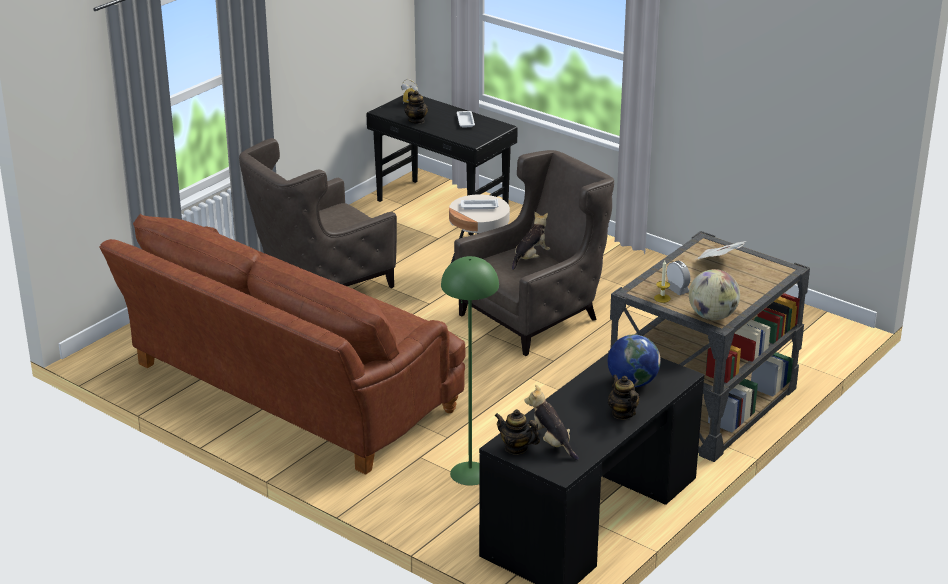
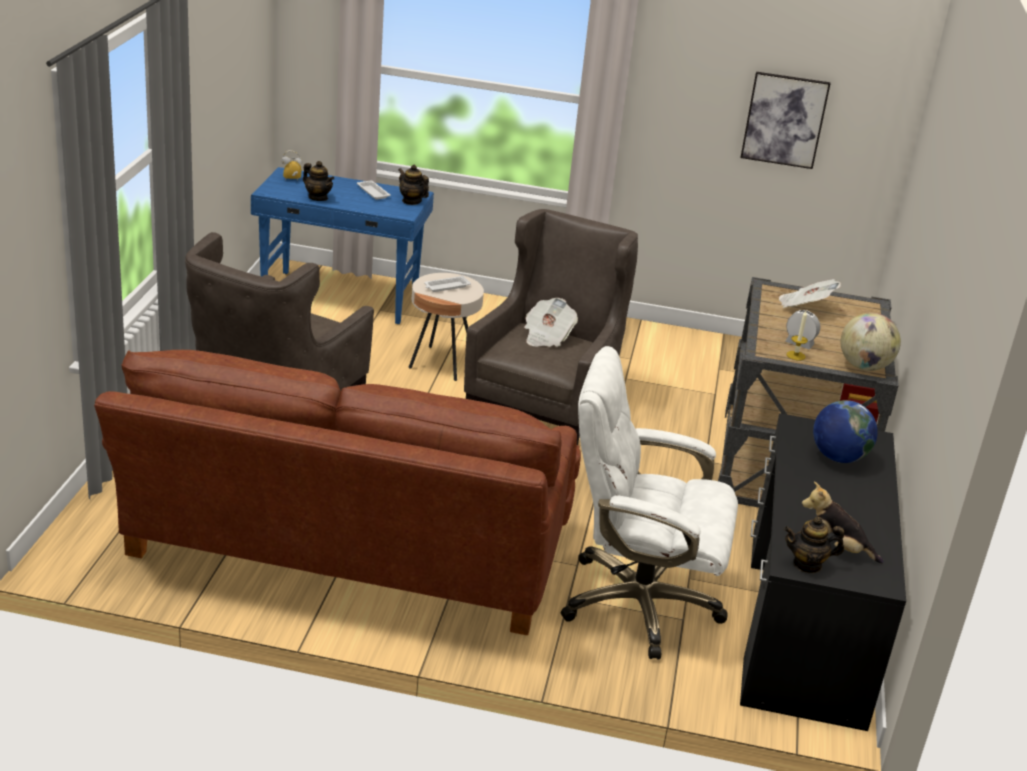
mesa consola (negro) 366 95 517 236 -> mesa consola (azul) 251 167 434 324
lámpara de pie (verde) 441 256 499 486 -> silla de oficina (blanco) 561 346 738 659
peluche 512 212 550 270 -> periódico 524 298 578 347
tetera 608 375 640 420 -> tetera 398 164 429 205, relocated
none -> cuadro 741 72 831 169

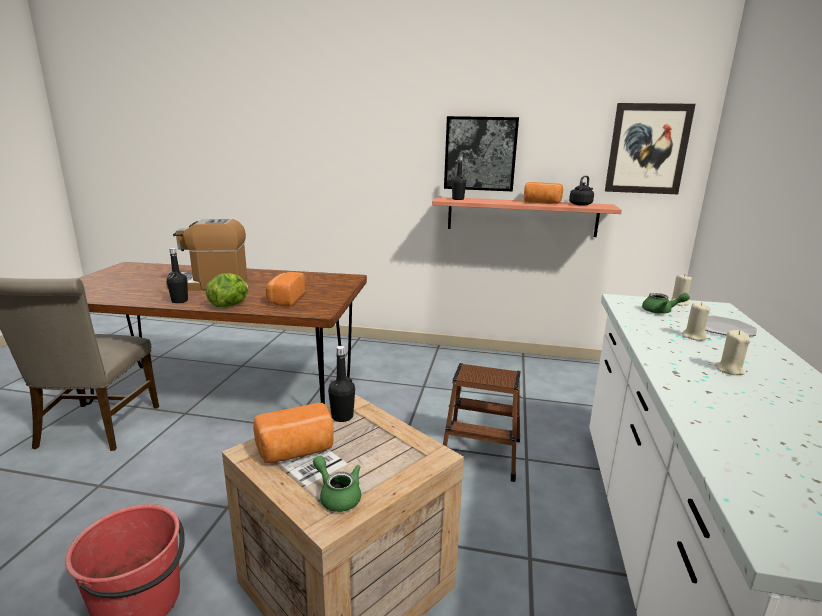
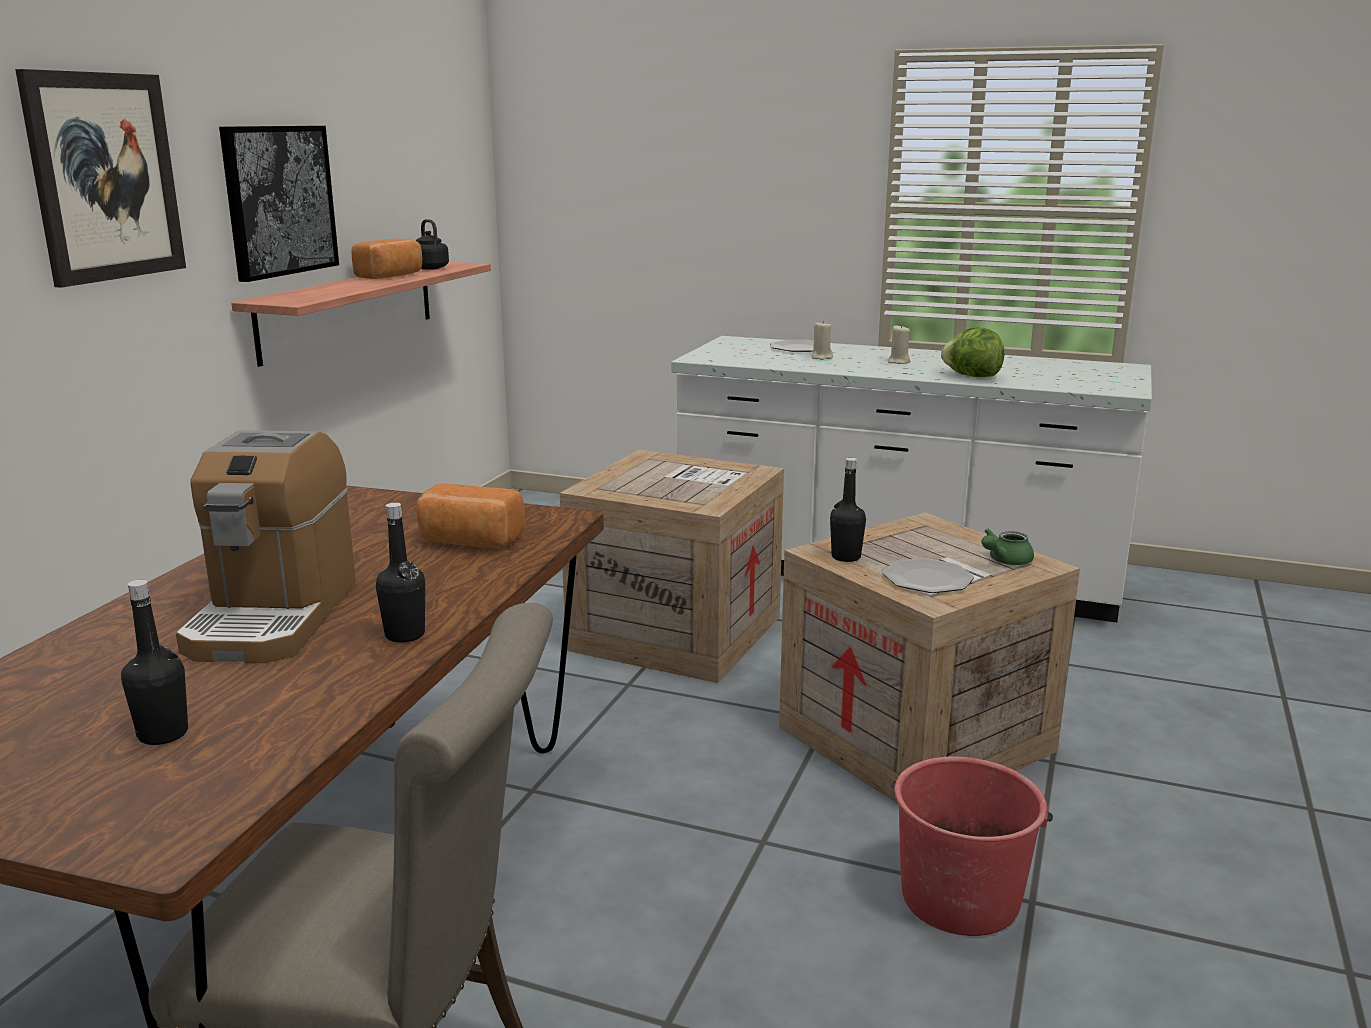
lechuga 206 273 248 307 -> lechuga 941 327 1005 377, relocated
pan 253 403 334 463 -> plato 883 558 974 593
escalera de tijera (marrón) 443 363 521 482 -> caja de embalaje 560 450 784 683
botella (negro) 452 156 466 200 -> botella (negro) 121 579 188 745, relocated
cuadro 605 103 696 194 -> cuadro 15 69 186 288, relocated
tetera (verde) 642 293 690 314 -> none
vela (beis) 669 275 691 306 -> none

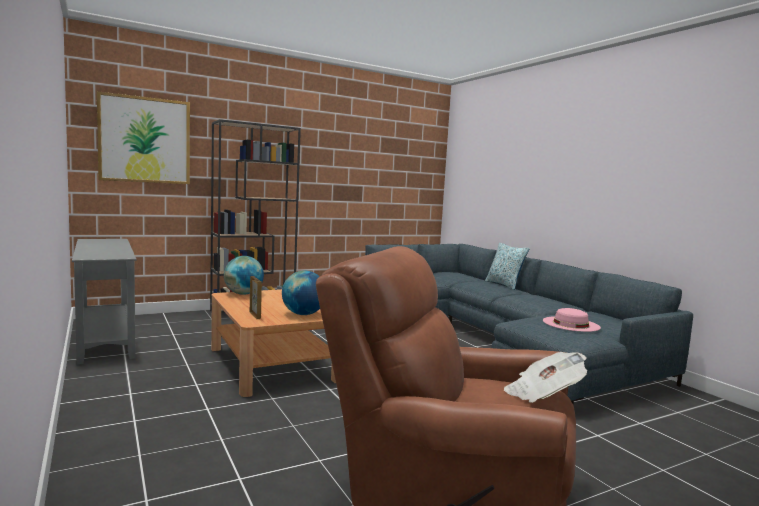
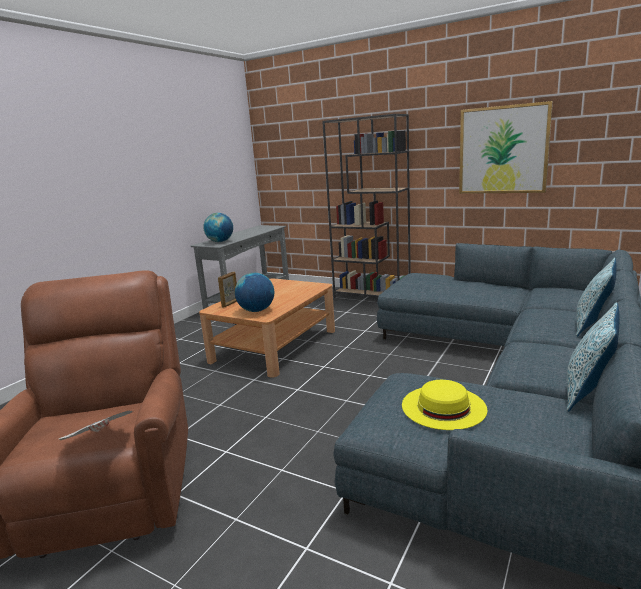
cuadro 97 91 190 184 -> cuadro 459 101 553 194, relocated
globo terráqueo 224 256 264 295 -> globo terráqueo 203 213 233 242, relocated
sombrero (rosa) 543 308 601 332 -> sombrero (amarillo) 402 380 487 430
none -> cojín 567 302 619 412

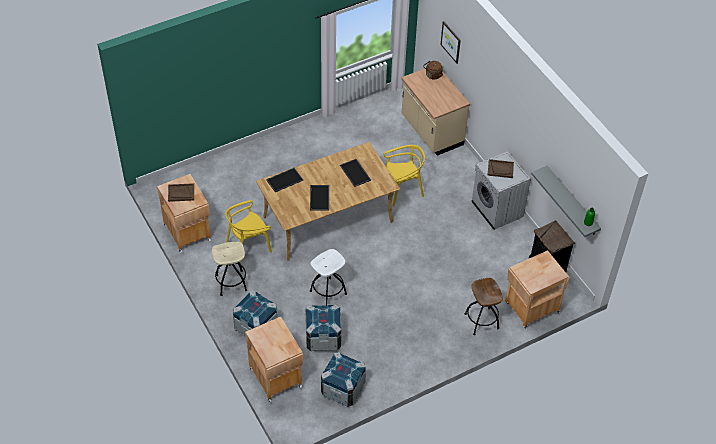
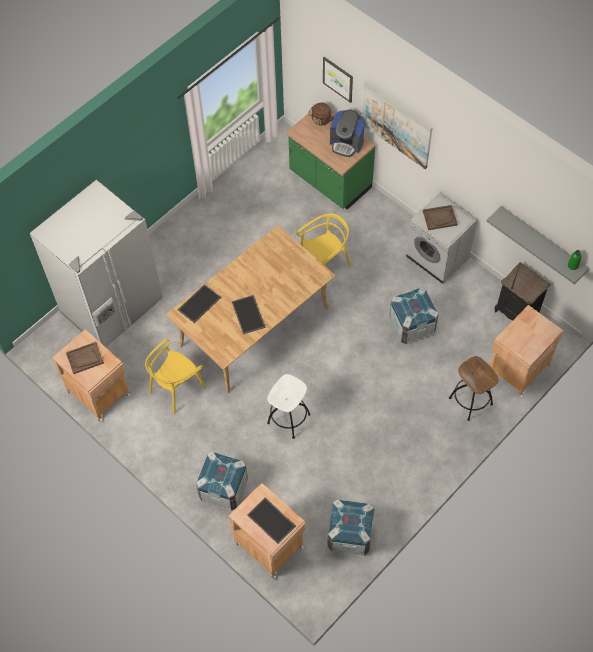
taburete (beis) 212 242 247 296 -> none
caja de embalaje 305 304 341 351 -> caja de embalaje 389 287 439 344, relocated
bandeja 340 159 371 187 -> bandeja 247 498 296 544, relocated
mueble bajo de cocina (beis) 401 69 470 156 -> mueble bajo de cocina (verde) 286 111 376 210
none -> nevera (blanco) 30 180 163 347
none -> cafetera 330 110 365 157
none -> cuadro 362 81 433 169

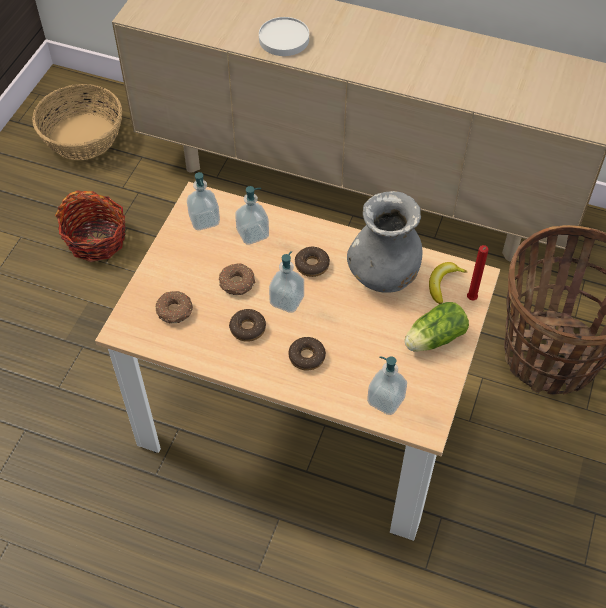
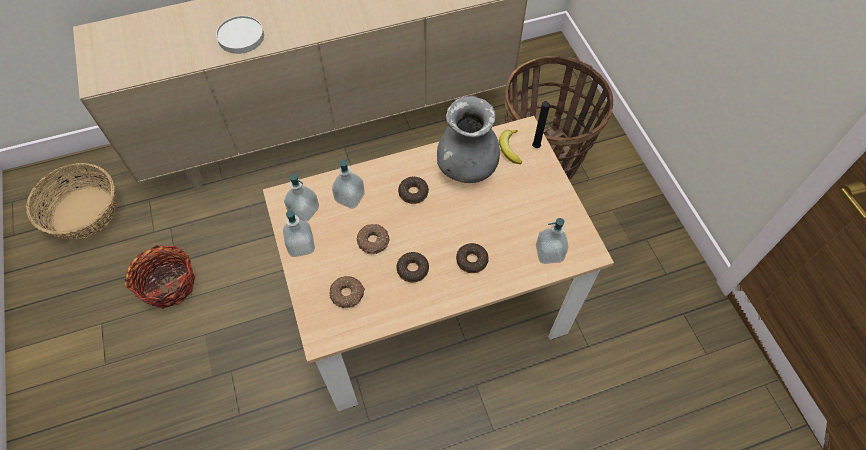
dispensador de jabón 269 251 304 313 -> dispensador de jabón 283 206 315 257, relocated
lechuga 405 302 469 352 -> none
vela (rojo) 467 245 489 300 -> vela (negro) 532 101 551 148

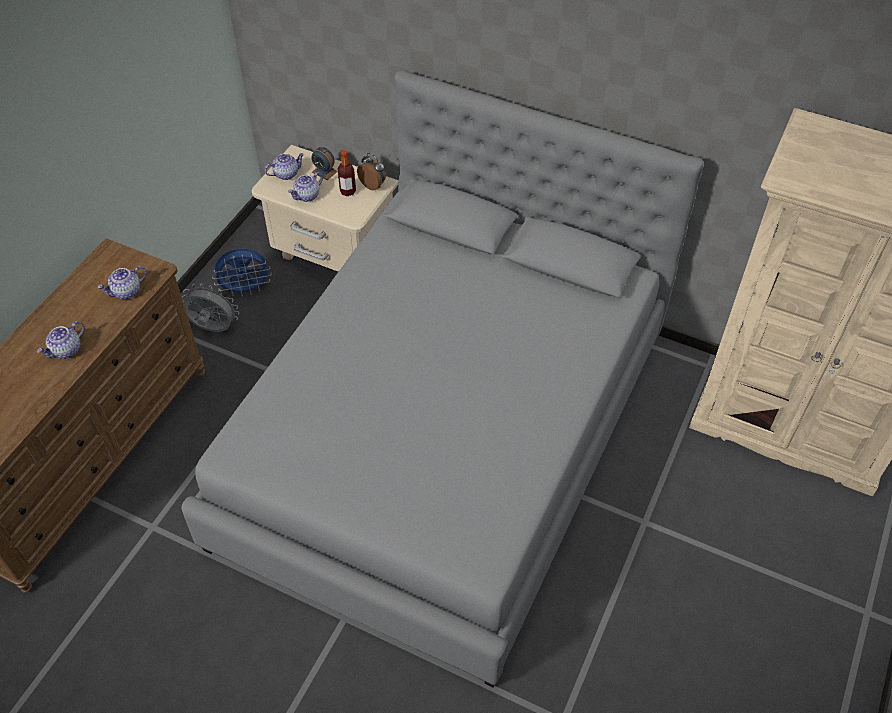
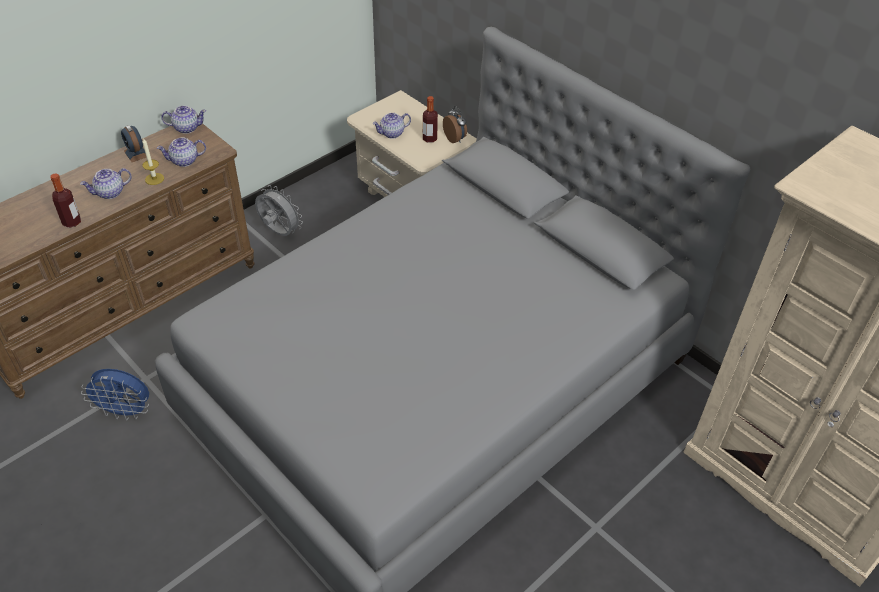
ventilador (azul) 212 249 272 297 -> ventilador (azul) 81 369 149 420, relocated
tetera 265 153 304 180 -> tetera 161 106 206 134, relocated
despertador 311 147 338 180 -> despertador 121 125 146 162, relocated
none -> botella 51 173 81 228
none -> vela 142 138 164 185

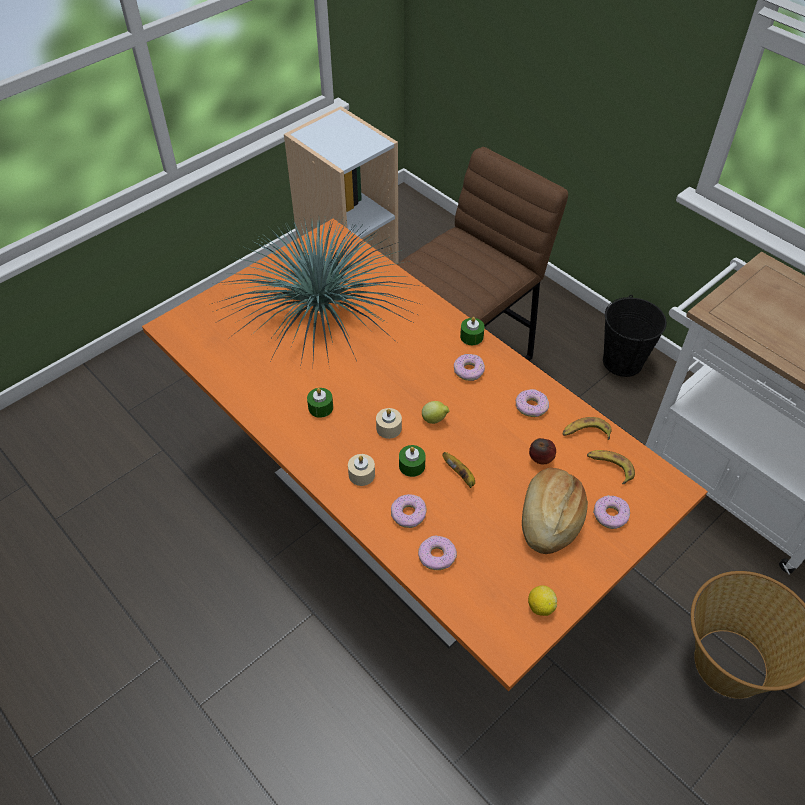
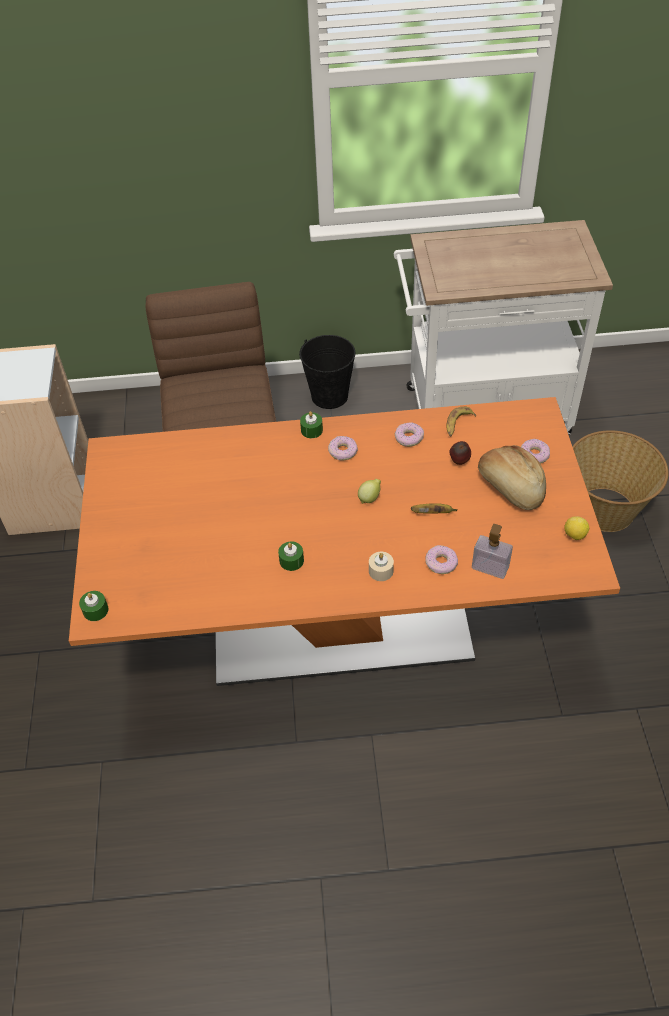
planta en maceta 212 218 425 363 -> none
vela (beis) 376 408 402 439 -> none
vela (verde) 399 445 426 477 -> vela (verde) 79 591 109 621, relocated
rosquilla 418 536 457 570 -> dispensador de jabón 472 524 513 579
plátano 587 450 635 484 -> none

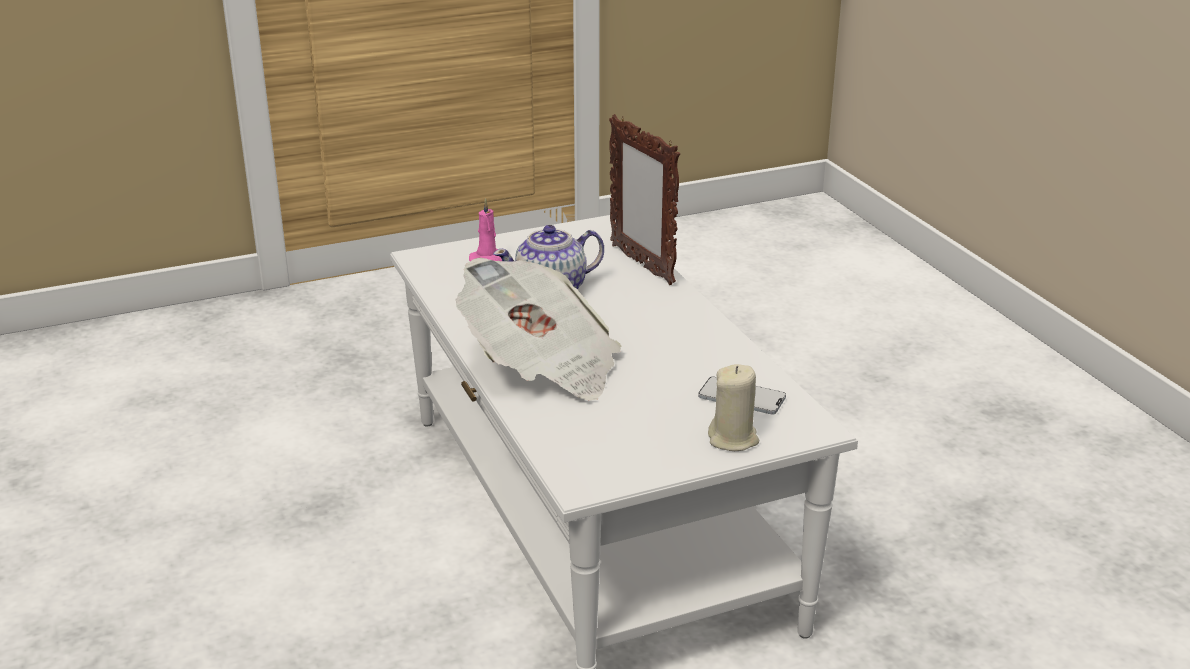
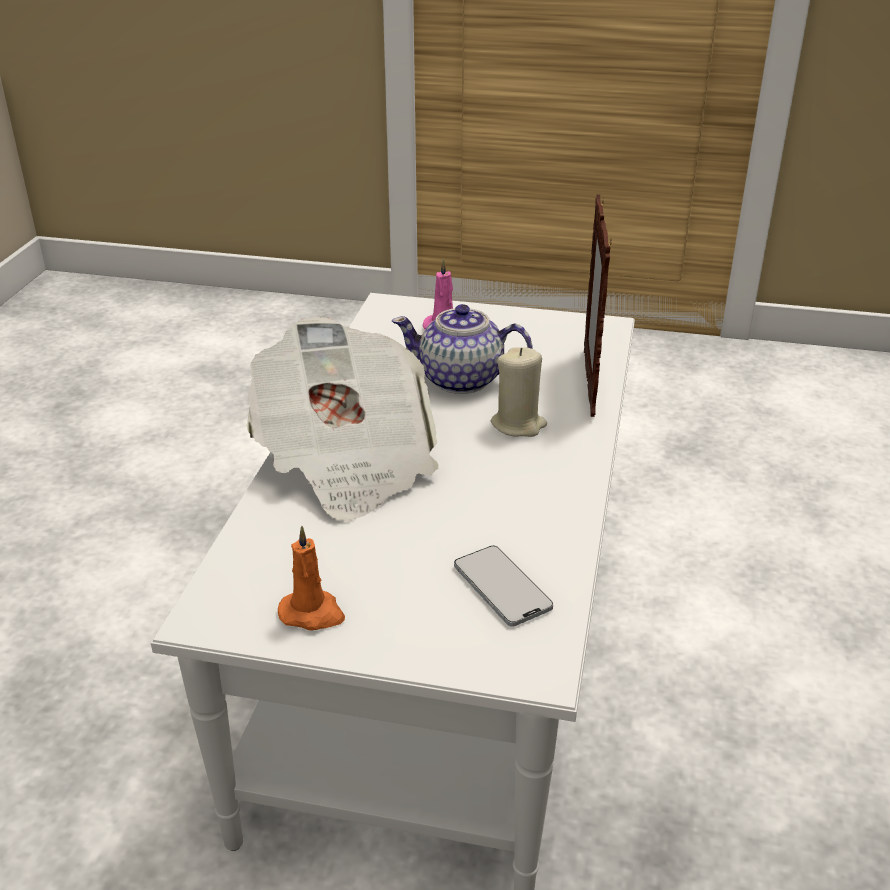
vela (beis) 708 364 759 451 -> vela (beis) 491 347 547 437, relocated
none -> vela (naranja) 278 526 345 631

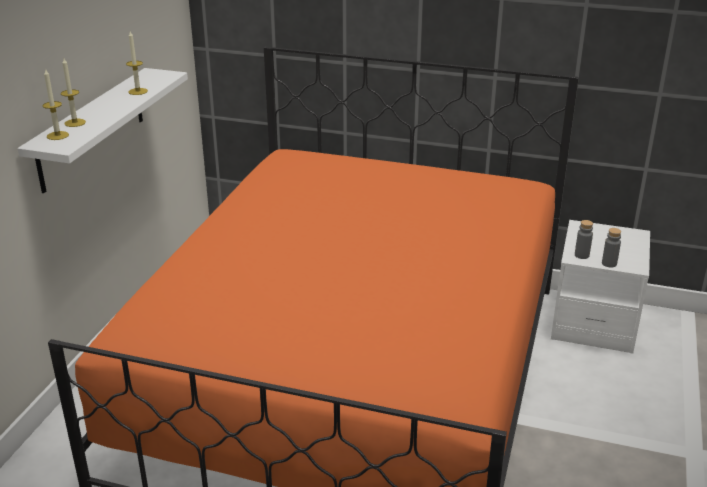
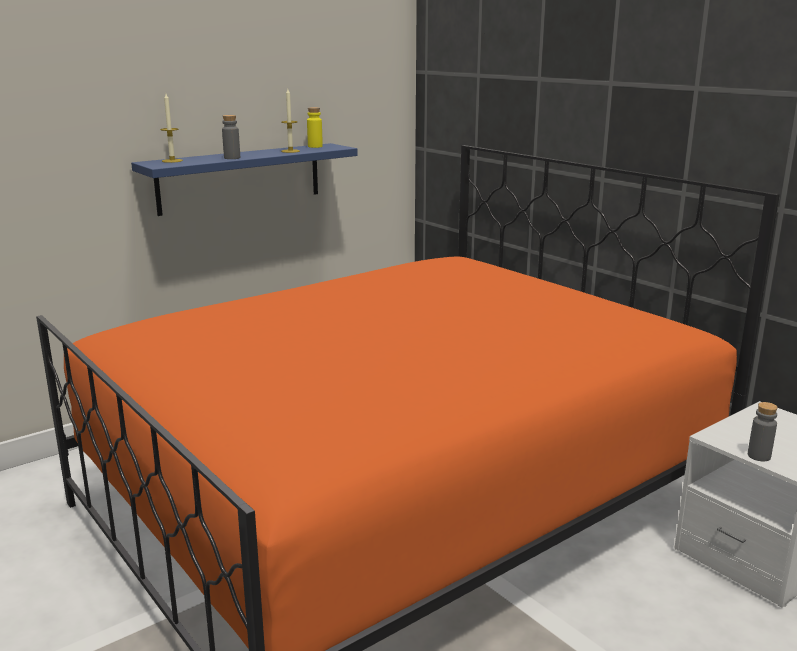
estante (blanco) 18 68 188 193 -> estante (azul) 131 143 358 216
vela 61 59 86 127 -> none
botella (gris) 575 220 593 259 -> botella (gris) 222 115 240 159, relocated
none -> botella (amarillo) 307 107 323 148

